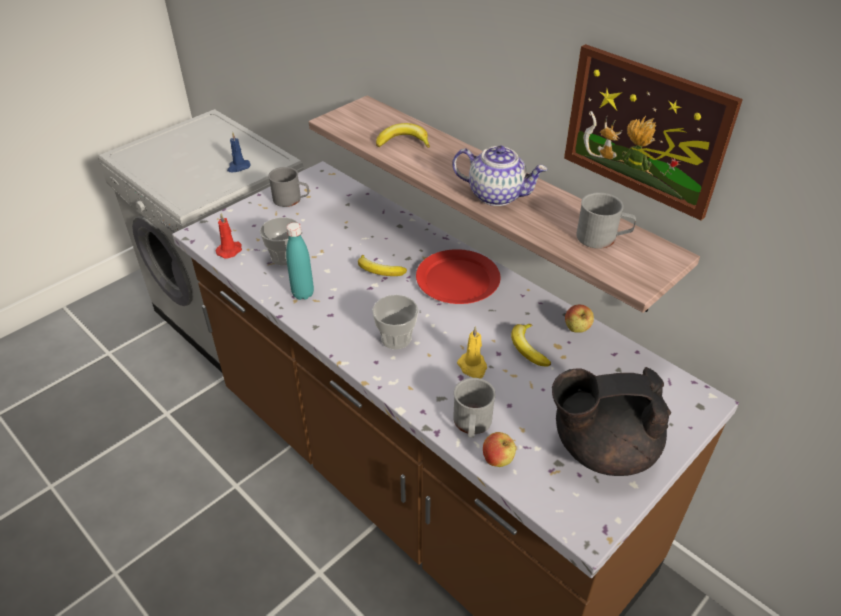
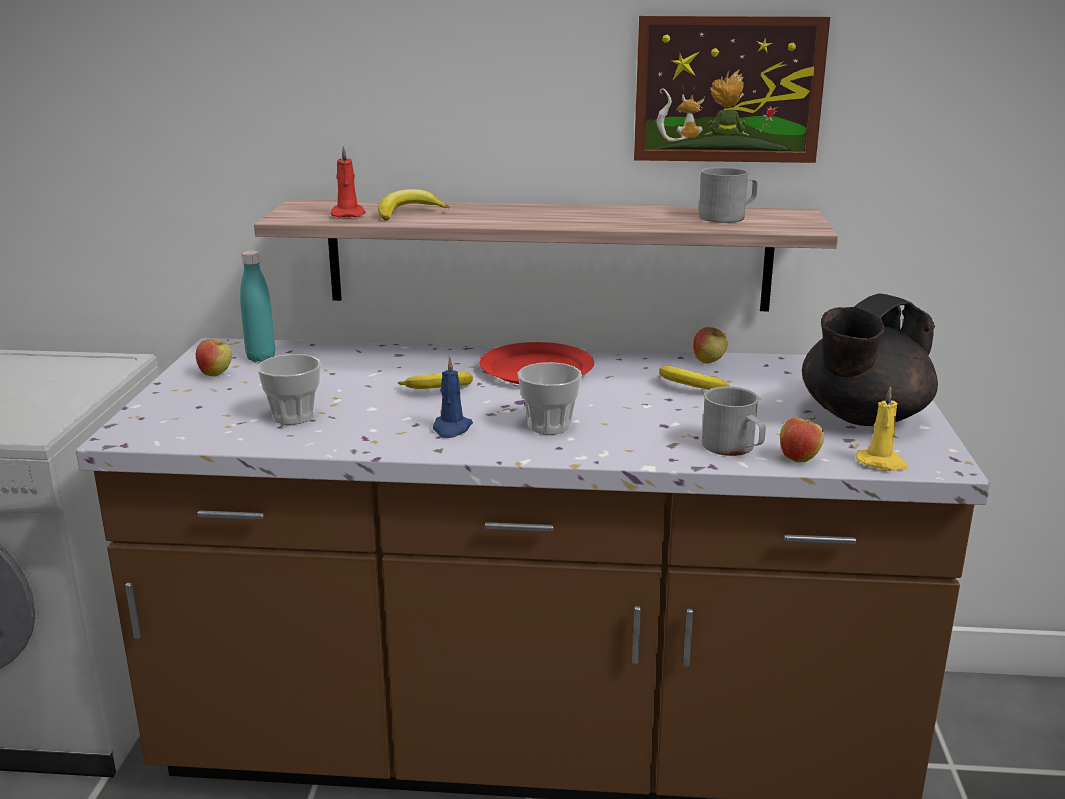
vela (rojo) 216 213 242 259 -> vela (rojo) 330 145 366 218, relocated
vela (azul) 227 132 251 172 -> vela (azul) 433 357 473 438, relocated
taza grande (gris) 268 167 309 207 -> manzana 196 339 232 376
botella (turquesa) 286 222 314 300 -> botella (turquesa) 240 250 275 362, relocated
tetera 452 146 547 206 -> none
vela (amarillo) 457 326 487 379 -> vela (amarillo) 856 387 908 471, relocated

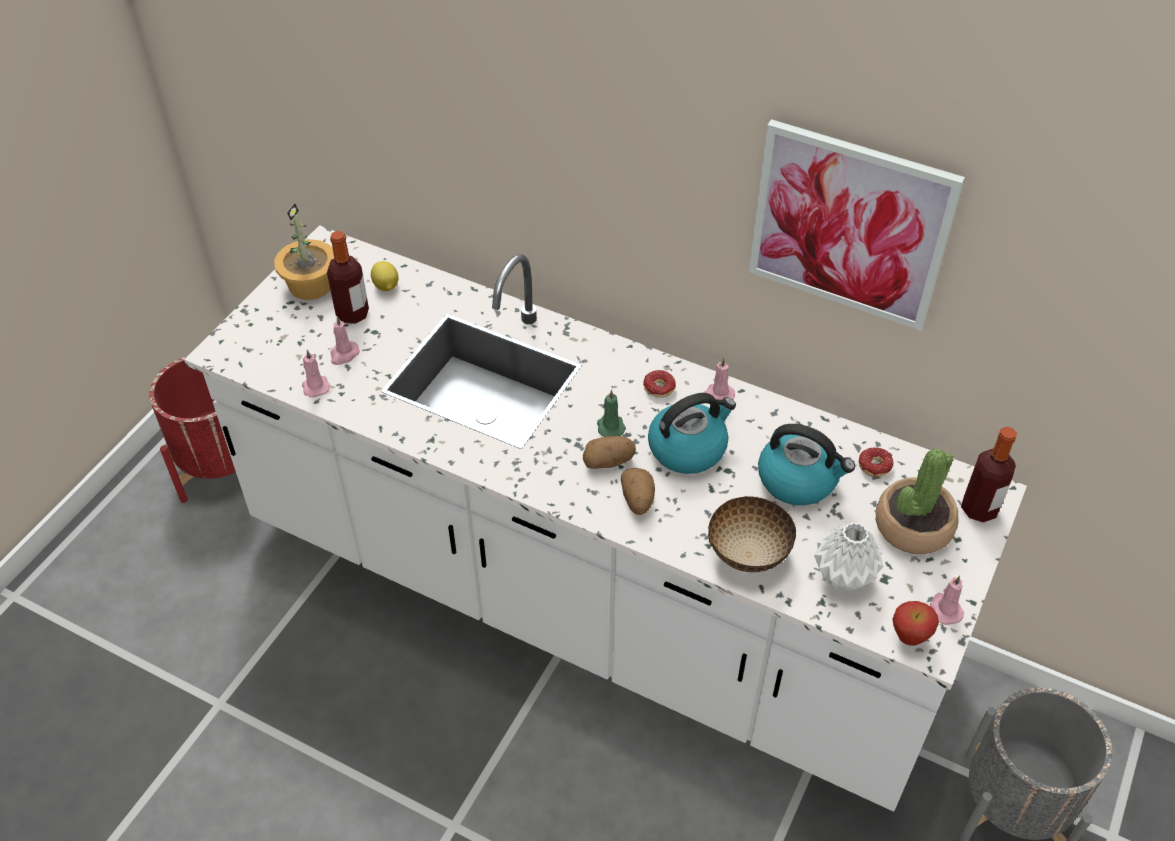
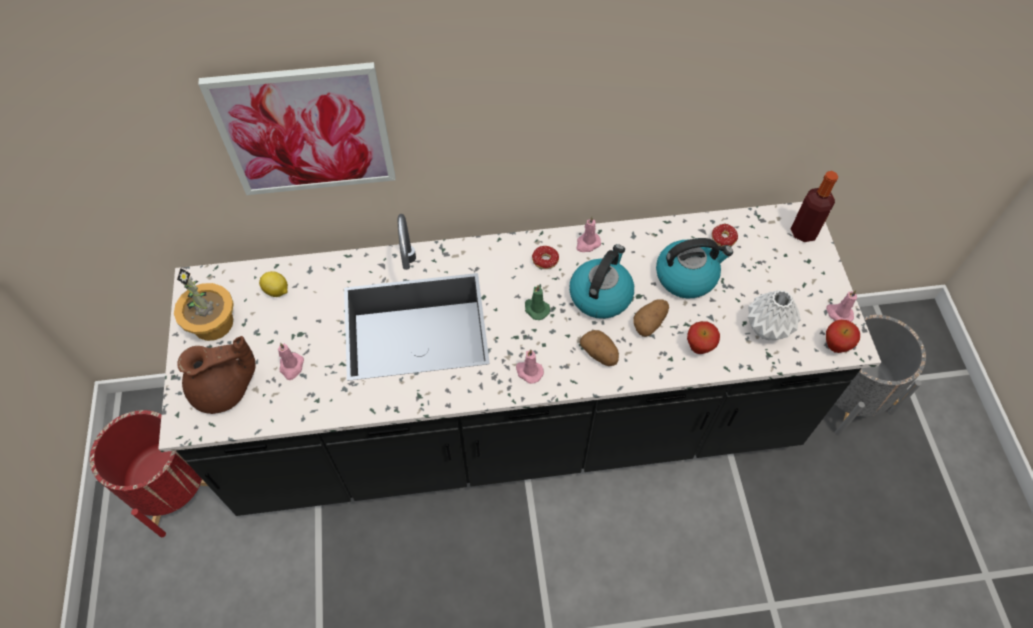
mueble bajo de cocina (blanco) 184 225 1027 811 -> mueble bajo de cocina (negro) 158 202 881 516
vela (rosa) 302 350 331 398 -> vela (rosa) 516 349 544 384, relocated
botella 327 231 369 324 -> none
patata 583 436 636 469 -> patata 633 300 669 337, relocated
cuenco 708 496 796 572 -> manzana 687 321 720 354
cuadro 749 119 965 331 -> cuadro 198 62 396 195, relocated
planta en maceta 876 449 958 554 -> none
none -> tetera (marrón) 177 336 256 414

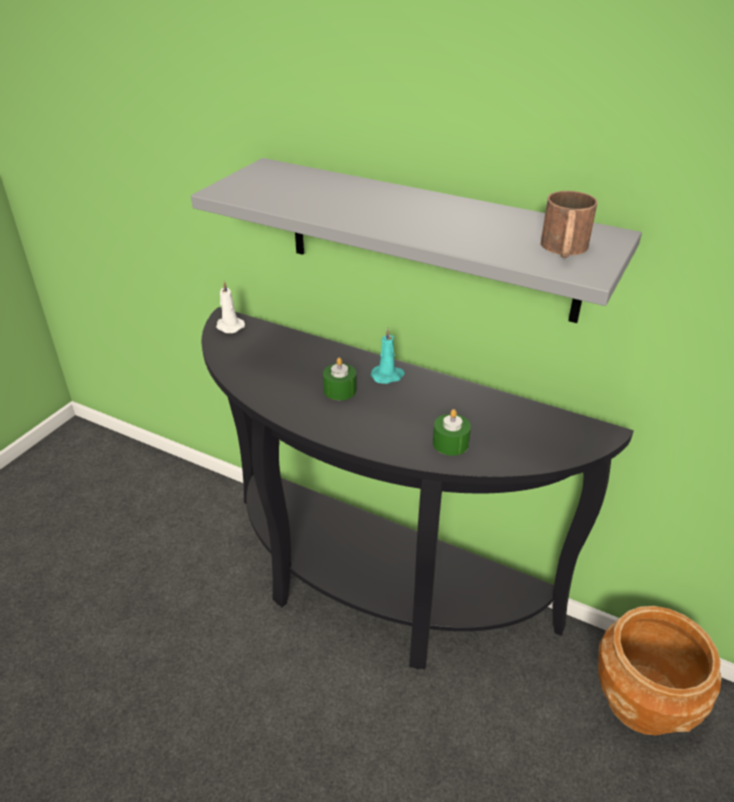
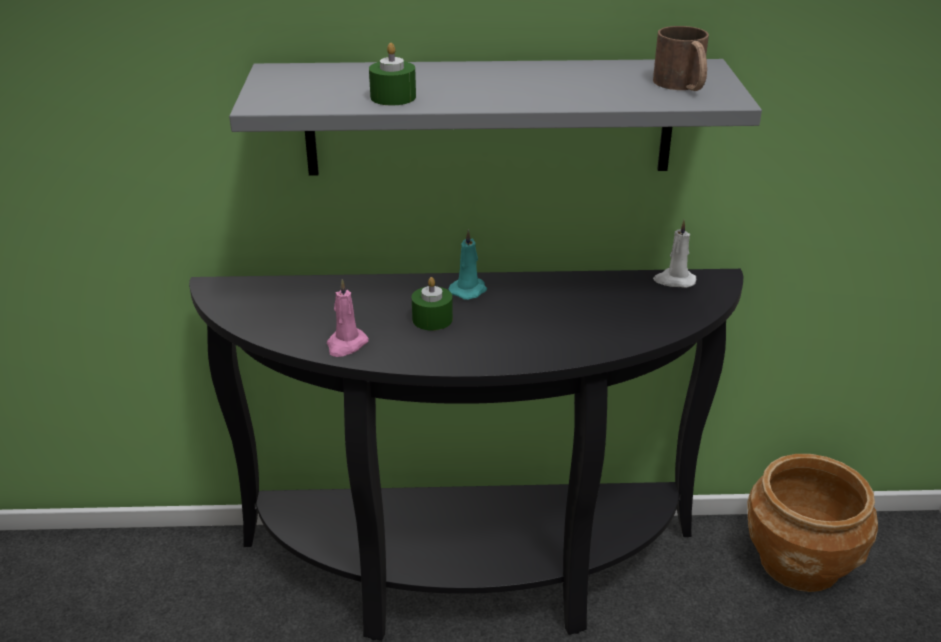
vela (blanco) 216 281 245 333 -> vela (blanco) 653 220 696 288, relocated
vela (verde) 433 409 471 456 -> vela (verde) 369 43 416 105, relocated
none -> vela (rosa) 327 279 369 357

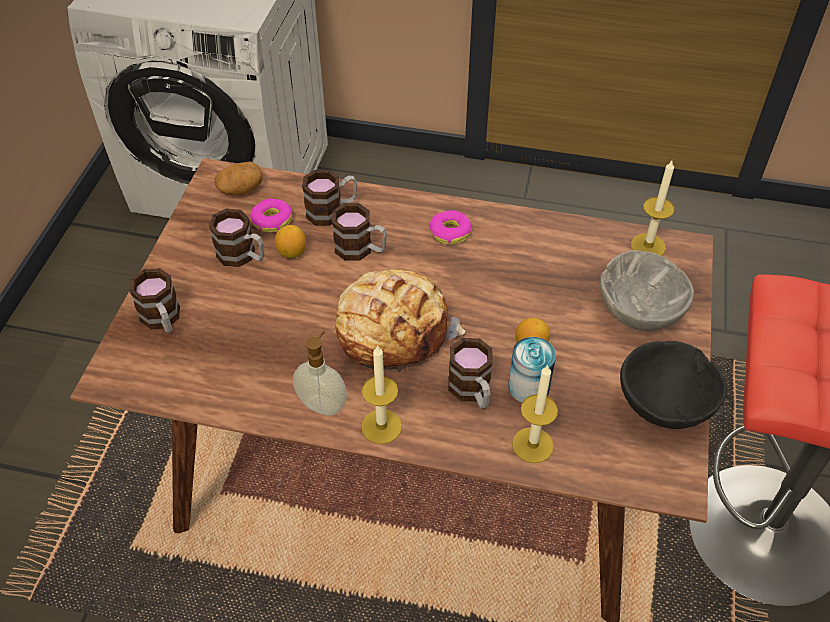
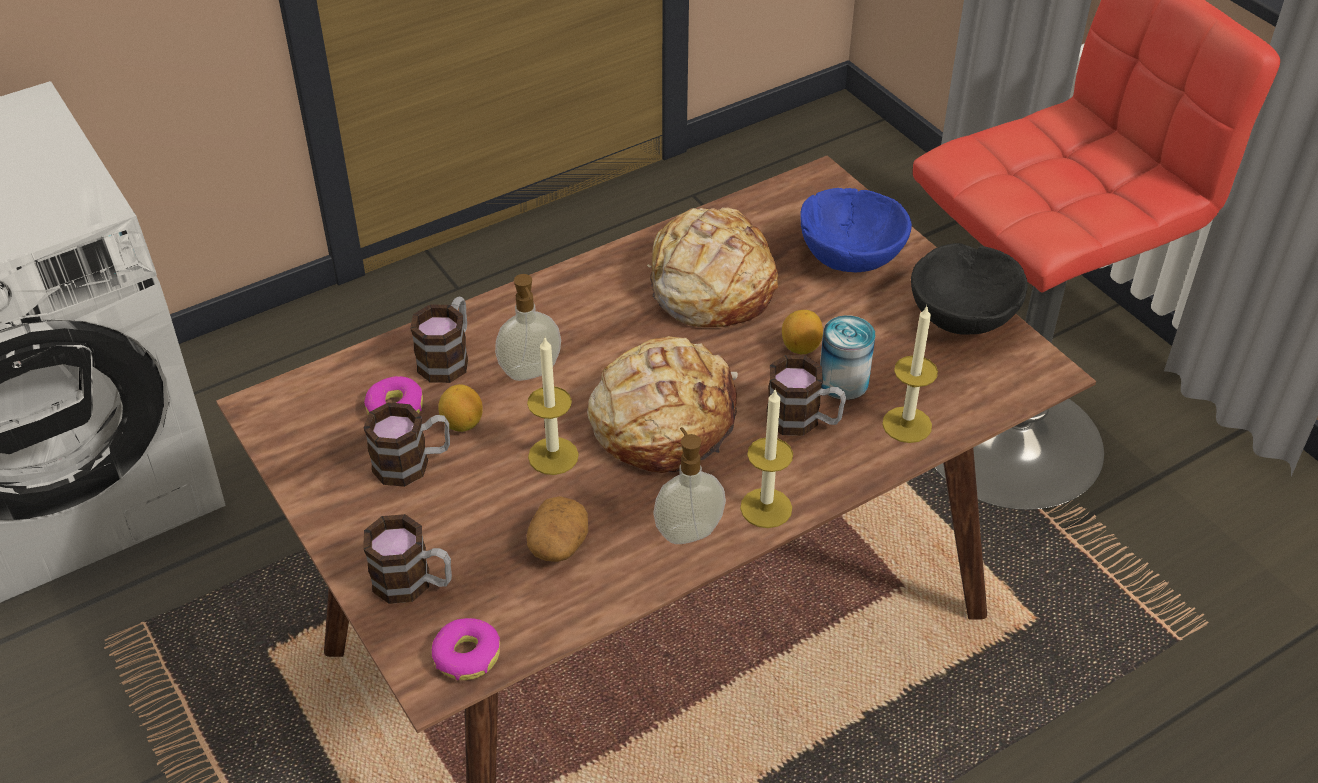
patata 214 162 263 195 -> patata 527 496 588 562, relocated
taza grande 332 203 387 261 -> dispensador de jabón 495 274 561 381
rosquilla 429 210 472 244 -> rosquilla 432 618 500 680, relocated
cuenco (gris) 600 250 694 331 -> cuenco (azul) 800 188 912 273
vela 631 159 675 256 -> vela 527 338 579 475, relocated
none -> pan 647 207 778 327

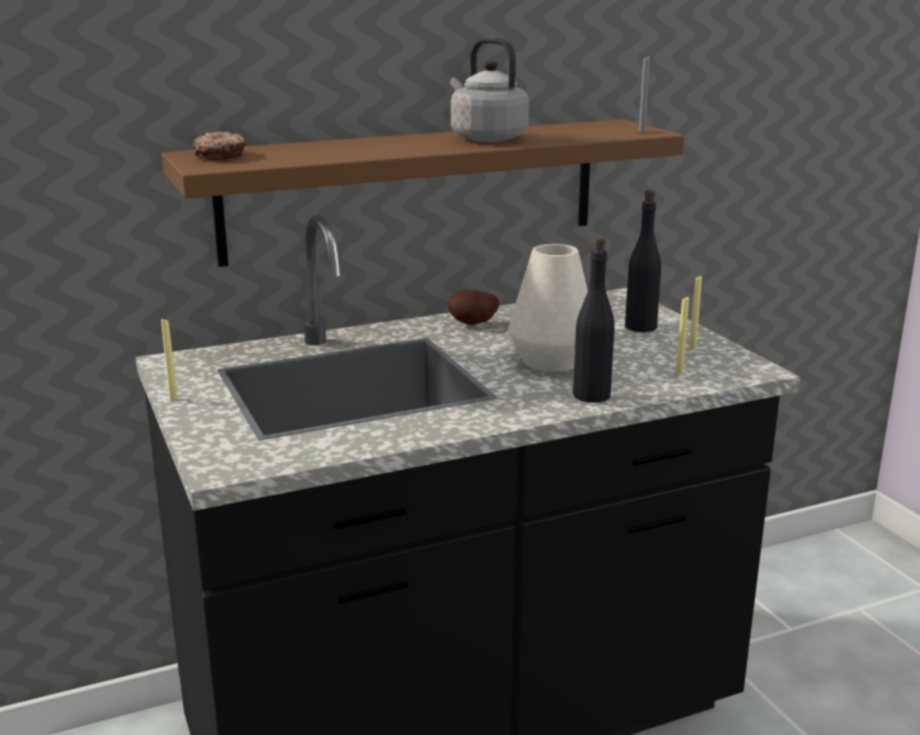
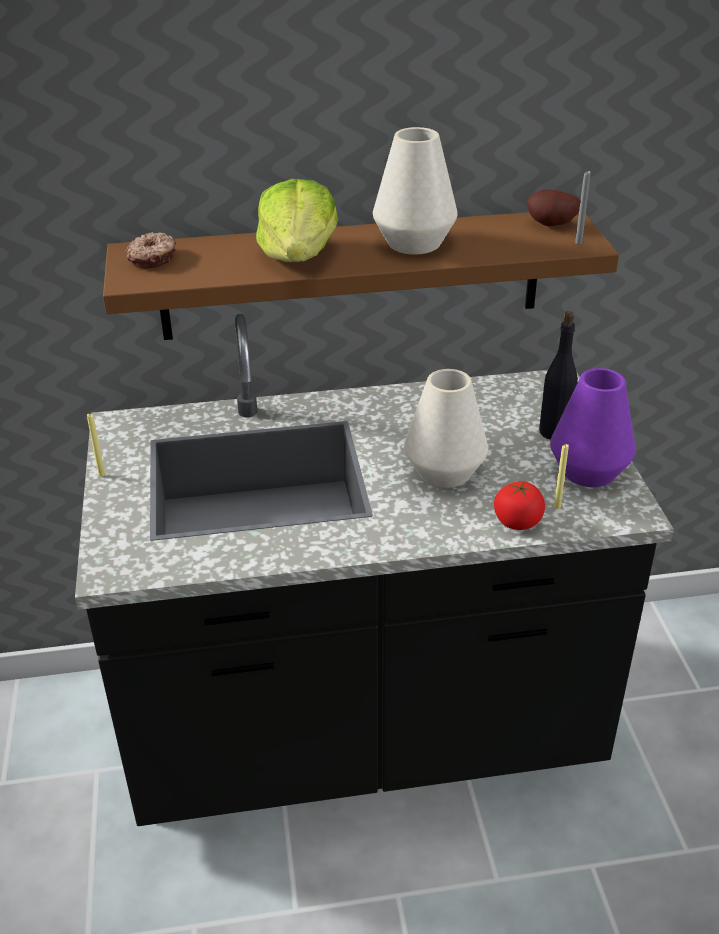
patata 447 290 499 325 -> patata 527 189 580 226, relocated
hervidor (gris) 450 37 529 142 -> florero (blanco) 373 127 458 254
botella (negro) 573 236 615 403 -> none
vela (amarillo) 689 276 702 350 -> florero (morado) 550 368 636 487
none -> lechuga 256 179 338 262
none -> tomate 494 481 545 530

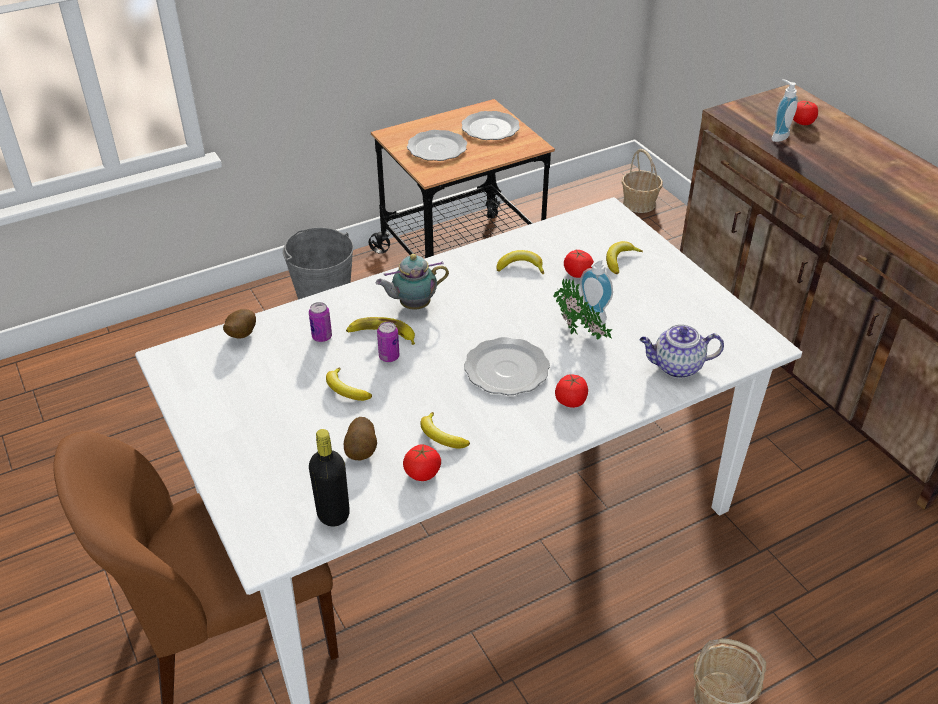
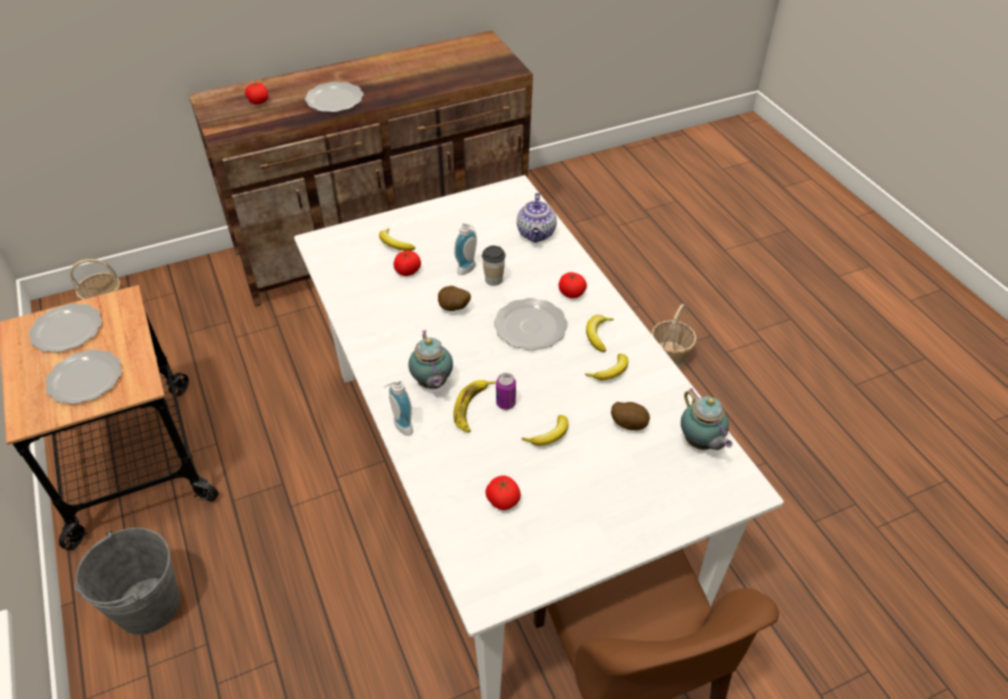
patata 223 309 256 338 -> patata 438 286 471 311, relocated
lata 309 302 332 342 -> none
botella (negro) 309 429 350 526 -> tetera 681 388 733 450
tomate 403 444 441 481 -> tomate 485 476 521 510, relocated
plátano 496 250 544 274 -> plátano 586 315 614 352, relocated
planta en maceta 553 279 612 339 -> taza 482 246 506 286
dispensador de jabón 772 79 798 142 -> dispensador de jabón 383 377 413 436, relocated
none -> plato 305 82 363 112

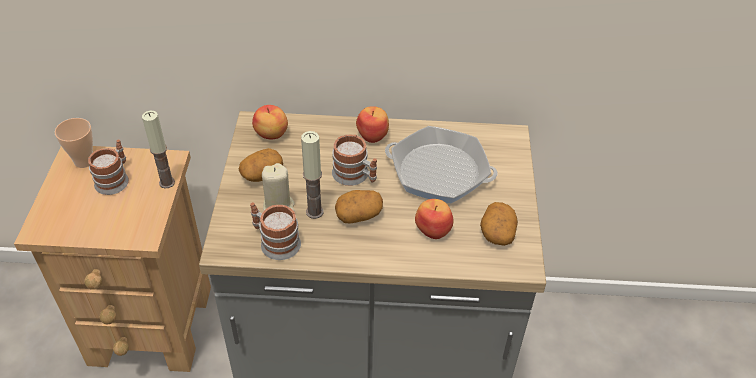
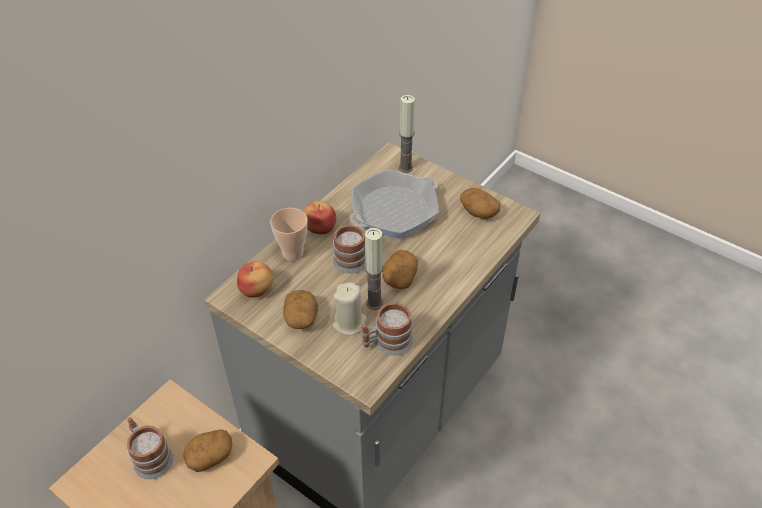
taza 55 118 93 168 -> taza 270 208 308 261, relocated
vela 142 111 175 188 -> vela 399 95 415 173, relocated
manzana 415 199 454 239 -> none
none -> patata 183 429 232 472

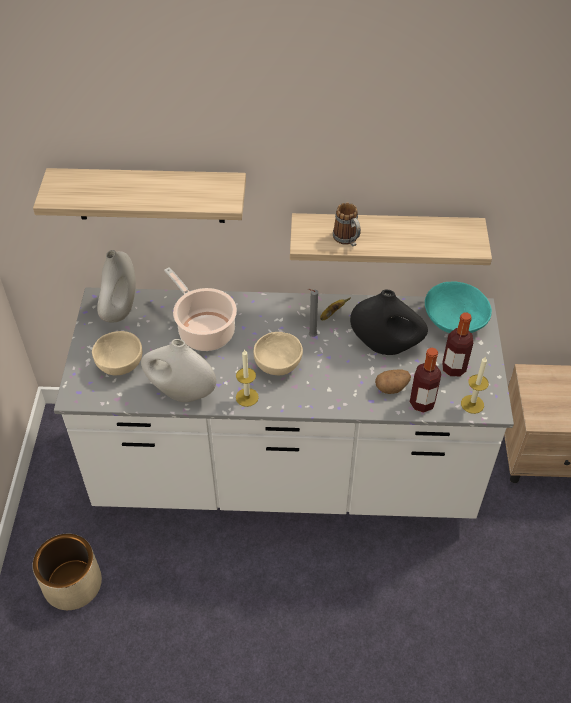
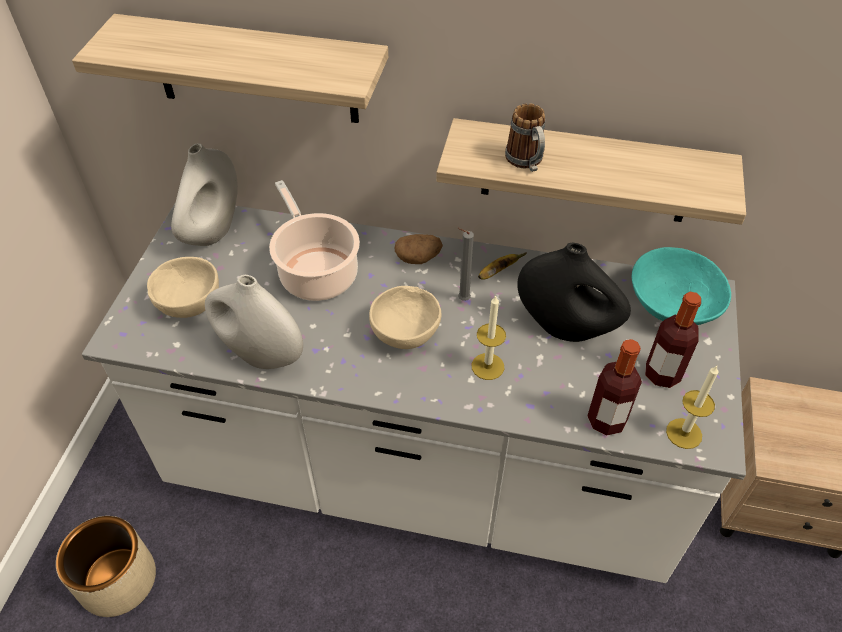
vela 236 349 259 407 -> vela 472 295 506 380, relocated
patata 375 369 411 394 -> patata 395 234 443 264, relocated

